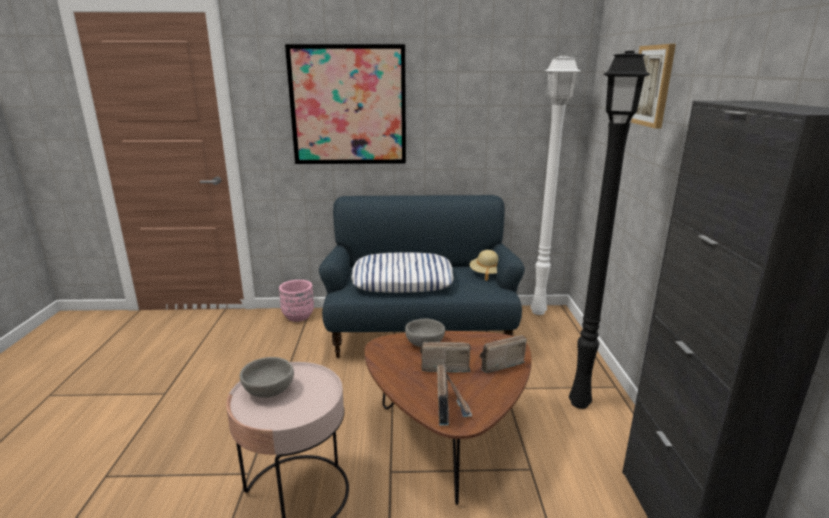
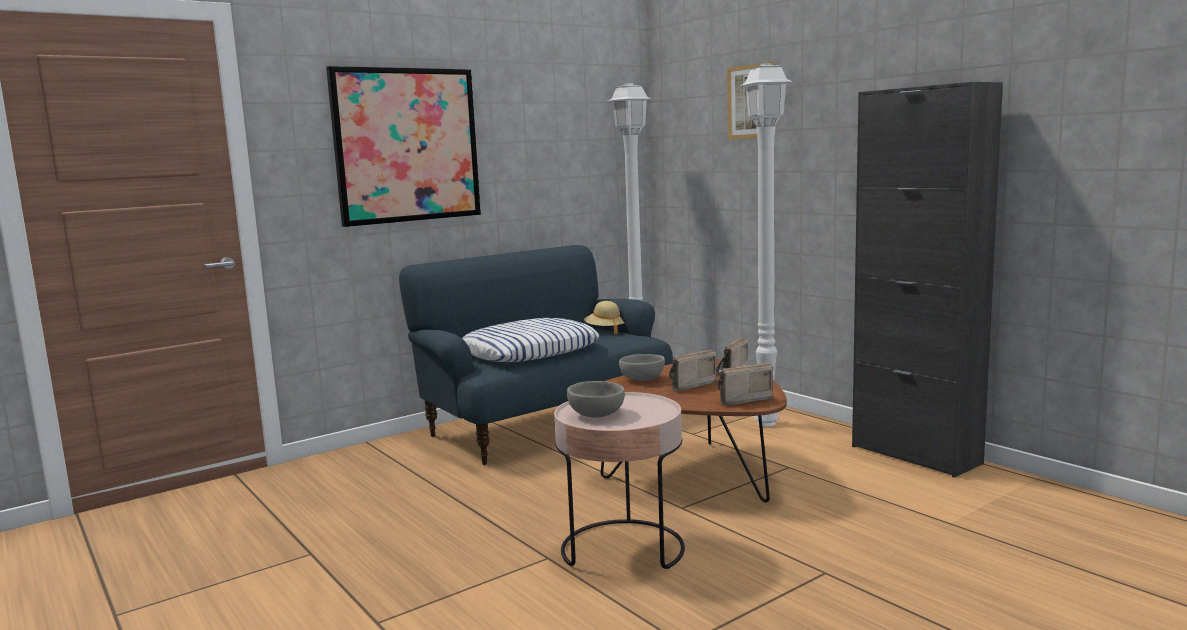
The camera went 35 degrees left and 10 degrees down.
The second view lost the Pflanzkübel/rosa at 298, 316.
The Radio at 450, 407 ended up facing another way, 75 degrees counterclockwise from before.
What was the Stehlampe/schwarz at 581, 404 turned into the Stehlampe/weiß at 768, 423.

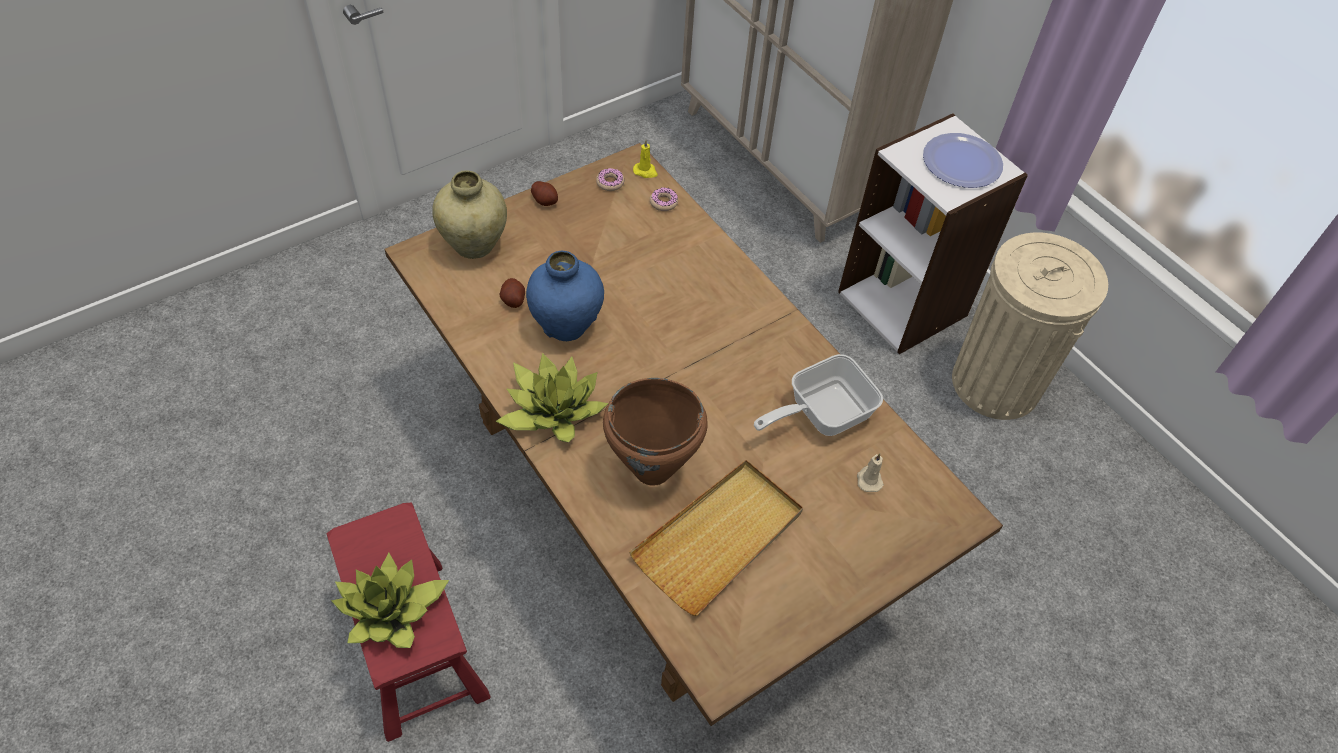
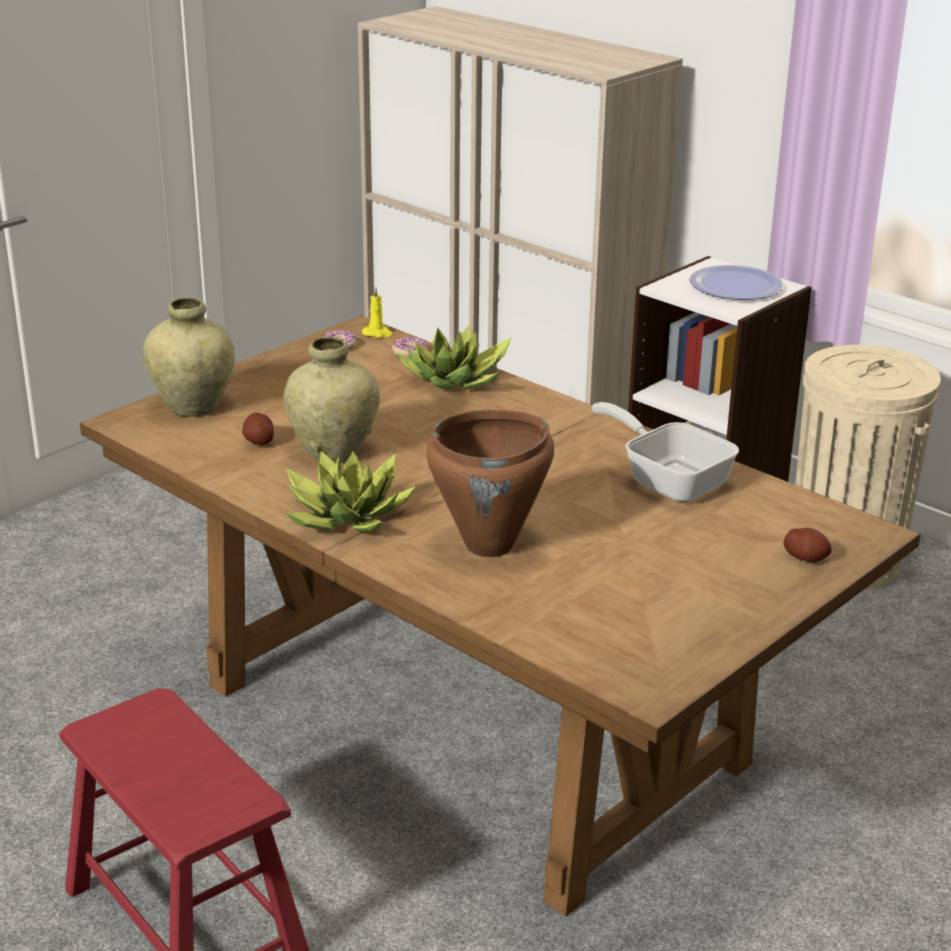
The camera went 10 degrees left and 25 degrees down.
The Topfpflanze ended up elsewhere, having gone from 391, 612 to 457, 380.
What was the Vase/blau at 566, 325 turned into the Vase/beige at 333, 452.
The Kartoffel ended up elsewhere, having gone from 545, 200 to 805, 558.
The second view lost the Tablett/beige at 719, 538.
The Pfanne at 820, 413 ended up facing another way, 90 degrees clockwise from before.
The second view lost the Kerze/beige at 868, 479.

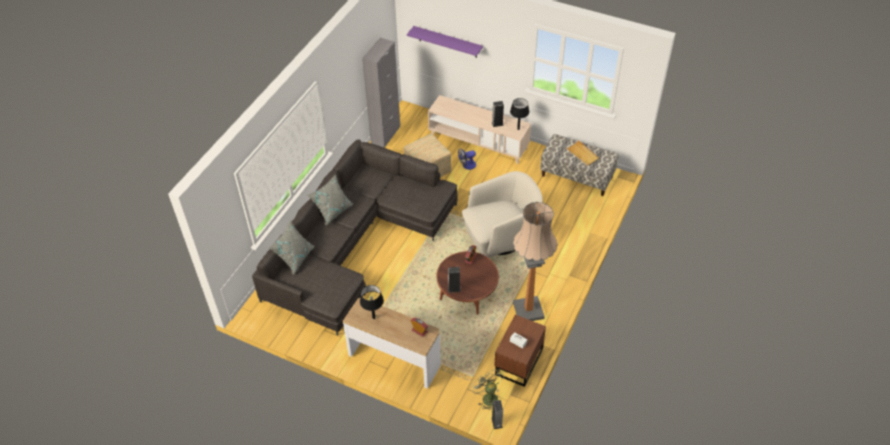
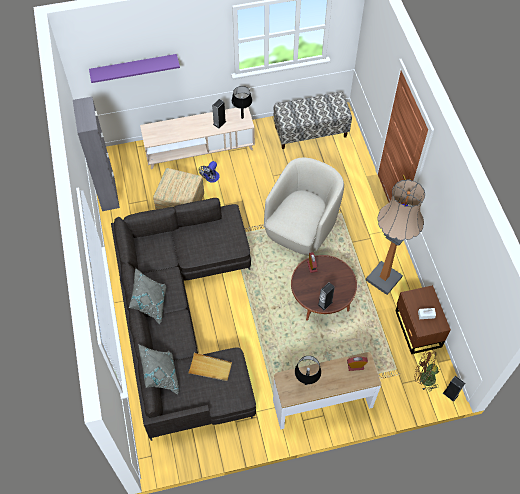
The camera went 40 degrees left and 10 degrees up.
What was the Ventilator/grün at 487, 397 turned into the Ventilator/braun at 423, 378.
The Tablett/beige ended up elsewhere, having gone from 582, 154 to 210, 368.

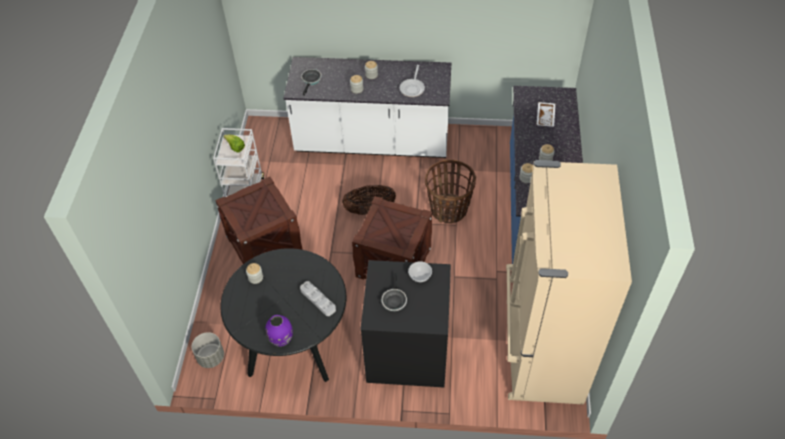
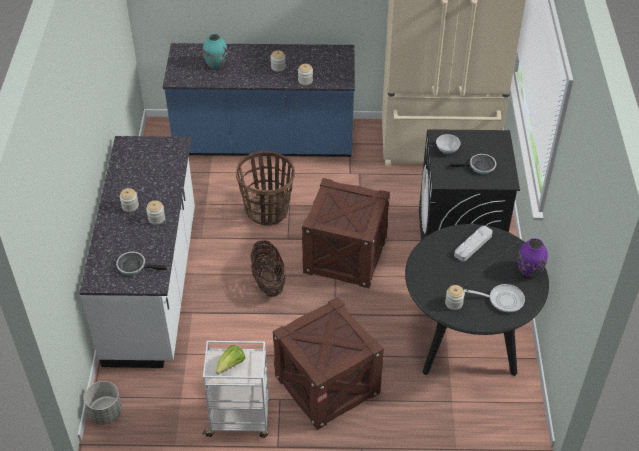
The camera went 95 degrees left and 5 degrees down.
The Pflanzkübel/grau ended up elsewhere, having gone from 211, 357 to 106, 412.
The Pfanne ended up elsewhere, having gone from 412, 88 to 502, 300.
Where the Tablett/weiß stood at 546, 117, the Vase/türkis came to stand at 216, 64.

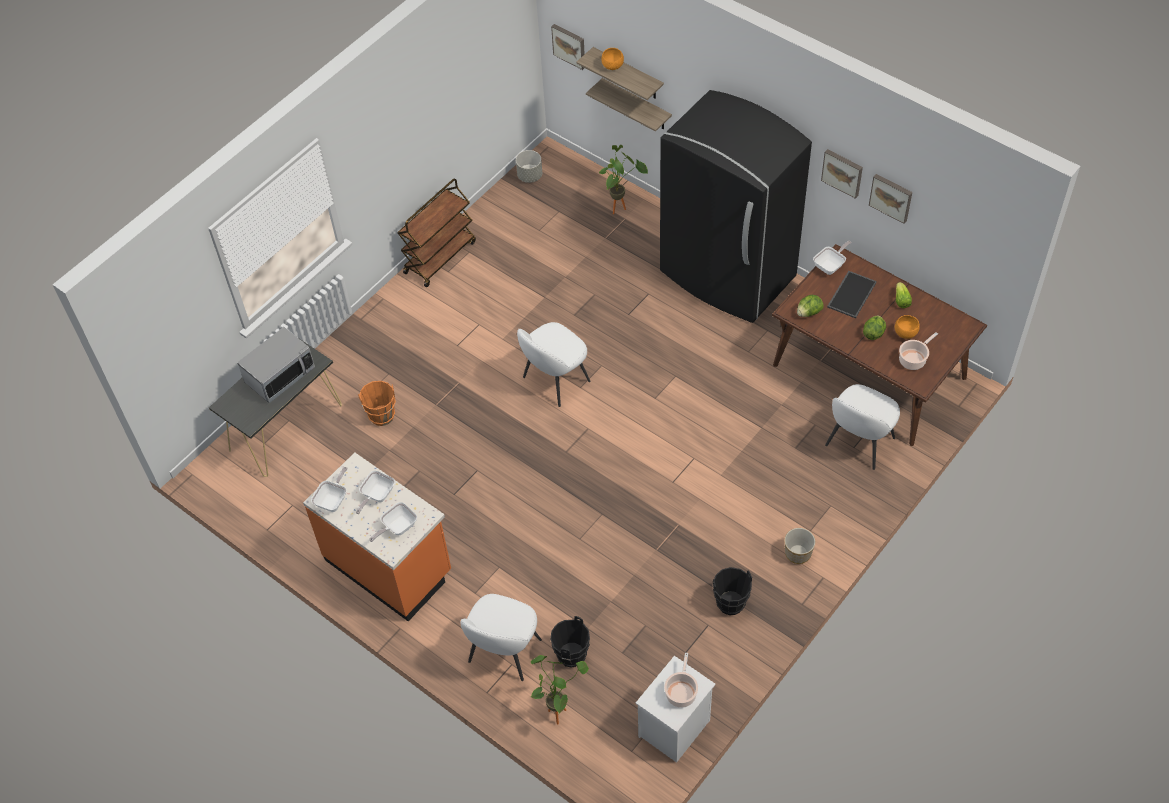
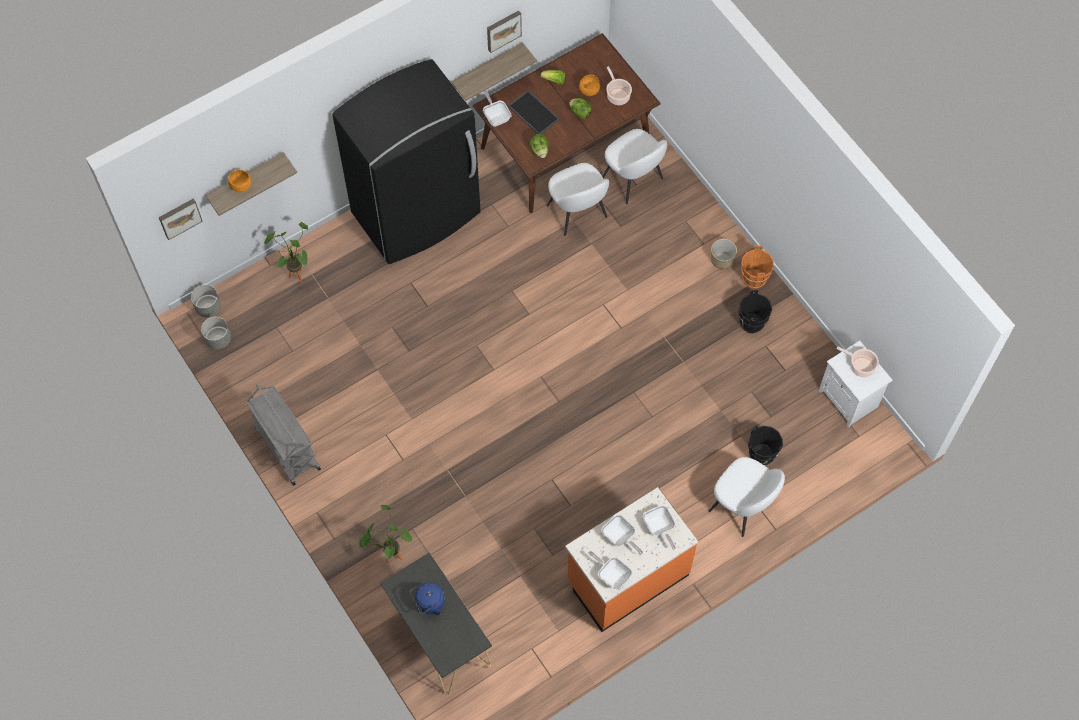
The camera went 75 degrees left and 10 degrees up.
Where the Mikrowelle stood at 280, 375, the Wasserkessel/blau came to stand at 428, 603.
The Eimer/orange ended up elsewhere, having gone from 382, 416 to 753, 279.
What was the Rollwagen/braun at 440, 257 turned into the Rollwagen/grau at 286, 447.
The Stuhl/weiß ended up elsewhere, having gone from 554, 380 to 577, 212.
The Topfpflanze ended up elsewhere, having gone from 558, 710 to 389, 554.
The Wandregal ended up elsewhere, having gone from 636, 105 to 487, 68.
The second view lost the Bild at 843, 172.
The second view gained the Pflanzkübel/grau at 208, 307.

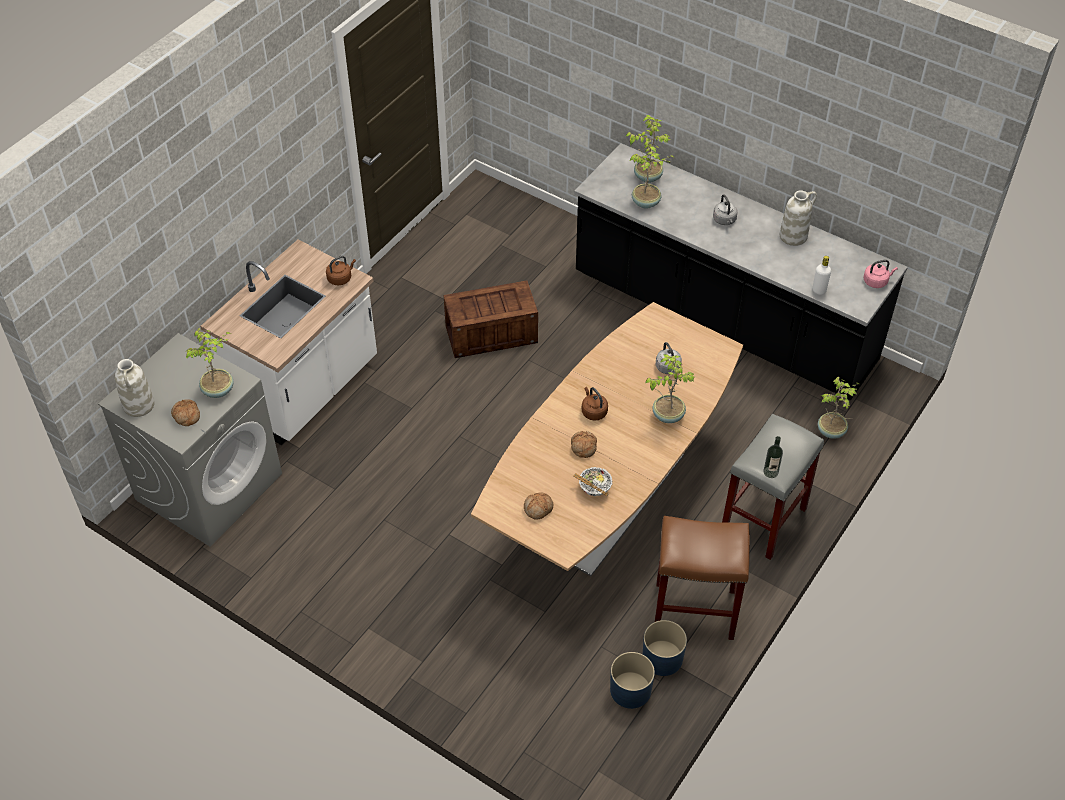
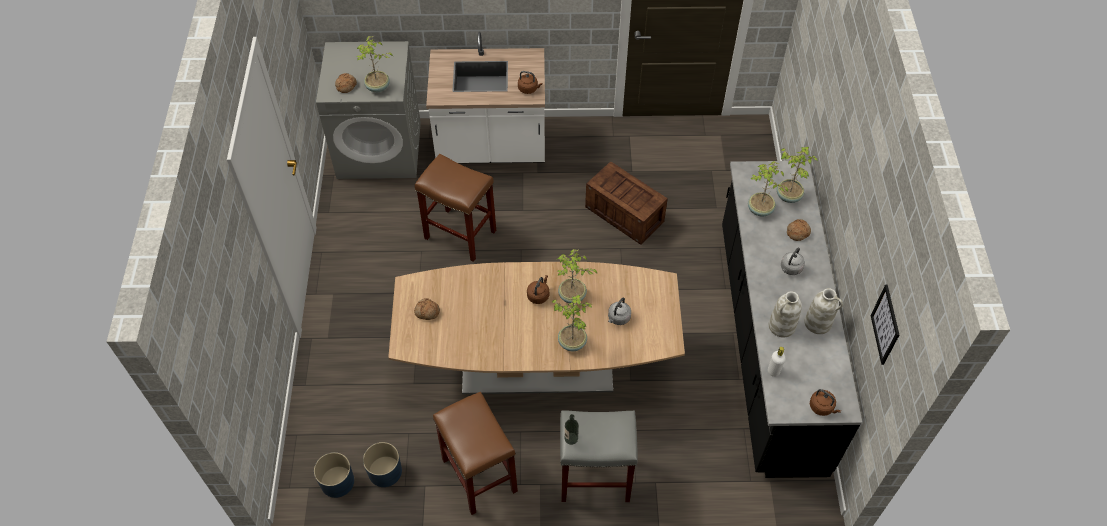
The camera went 55 degrees right and 5 degrees up.
The Vase/weiß ended up elsewhere, having gone from 139, 405 to 781, 326.
The Brot ended up elsewhere, having gone from 583, 447 to 797, 232.
The second view lost the Schüssel at 594, 489.
The Pflanzkübel/blau ended up elsewhere, having gone from 662, 658 to 337, 481.
The Topfpflanze ended up elsewhere, having gone from 832, 431 to 572, 296.
What was the Wasserkessel/rosa at 876, 281 turned into the Wasserkessel/braun at 822, 407.
The second view gained the Hocker/braun at 461, 234.
The second view gained the Bild at 885, 324.

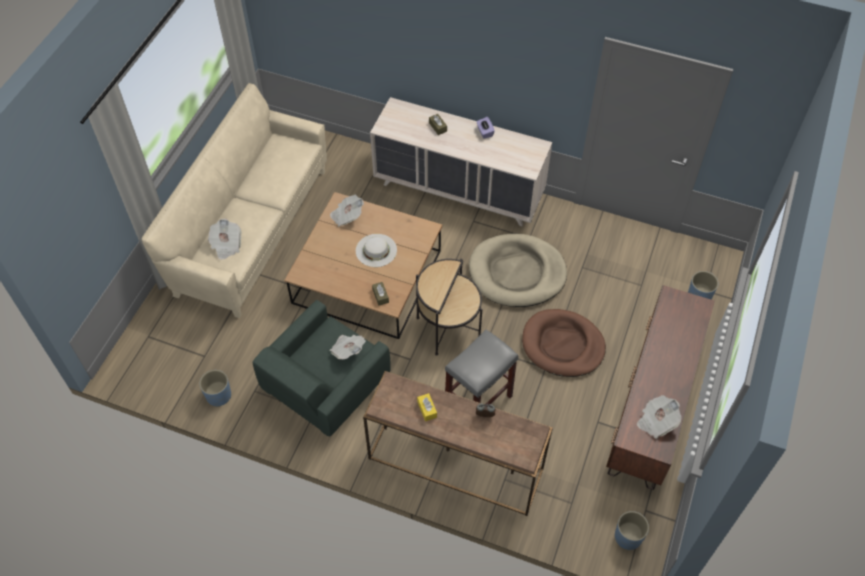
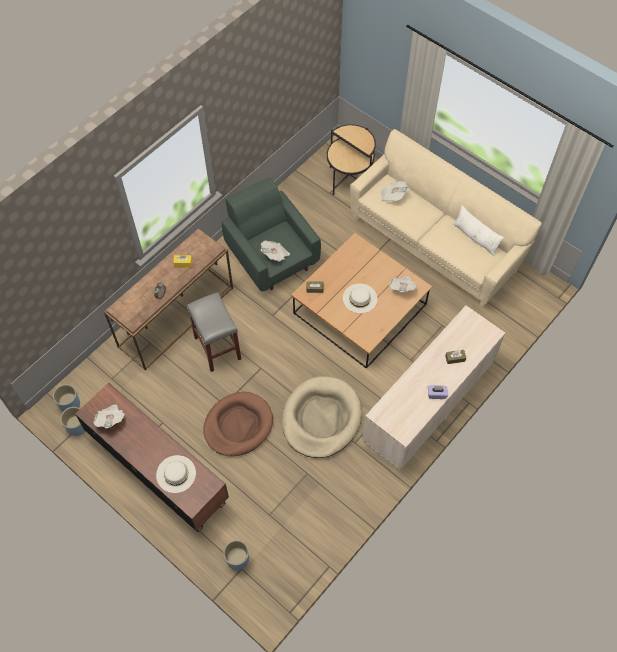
The camera went 110 degrees right and 5 degrees up.
The Pflanzkübel/blau ended up elsewhere, having gone from 218, 395 to 77, 426.
The Beistelltisch ended up elsewhere, having gone from 448, 327 to 349, 179.
The second view gained the Hut/weiß at 176, 474.
The second view gained the Kissen/weiß at 475, 238.

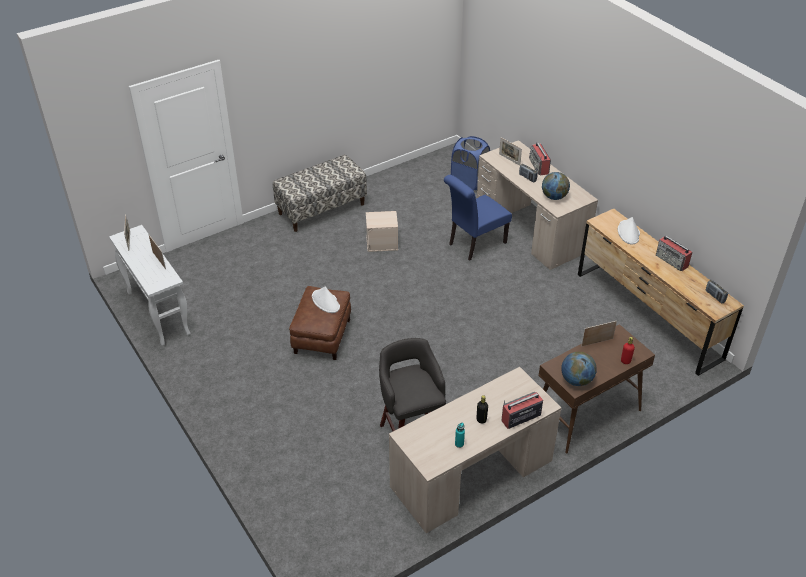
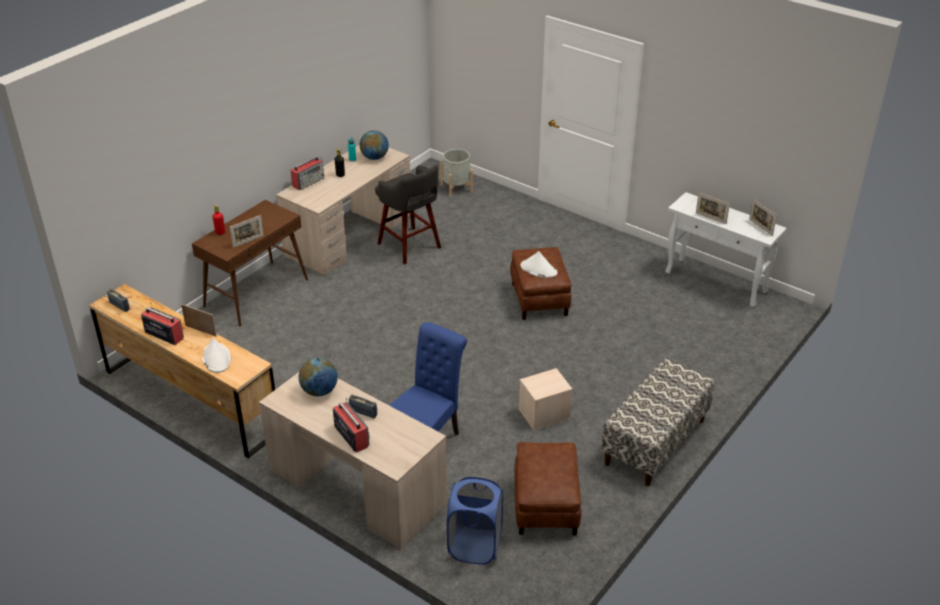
The camera went 160 degrees right and 5 degrees down.
The Bilderrahmen ended up elsewhere, having gone from 509, 159 to 200, 331.
The Globus ended up elsewhere, having gone from 576, 380 to 374, 157.
The second view gained the Pflanzkübel/grau at 456, 188.
The second view gained the Polsterhocker/braun at 545, 506.

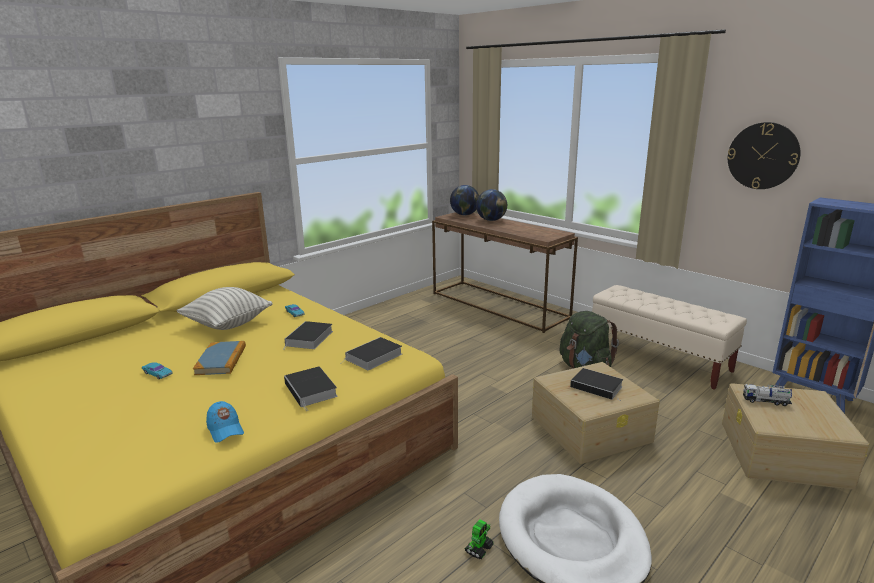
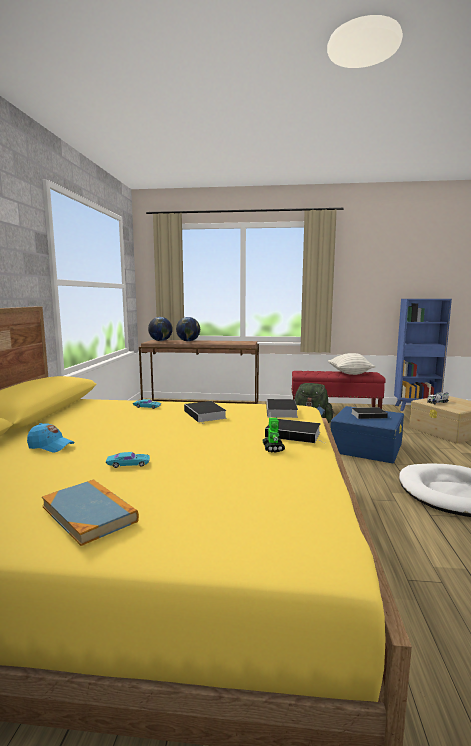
The camera went 40 degrees left and 10 degrees down.
The Kissen ended up elsewhere, having gone from 228, 324 to 350, 374.
The Buch ended up elsewhere, having gone from 221, 360 to 89, 514.
The Kappe/blau ended up elsewhere, having gone from 225, 429 to 50, 446.
The Spielzeugroboter ended up elsewhere, having gone from 479, 549 to 273, 448.
What was the Aufbewahrungsbox/beige at 591, 428 turned into the Aufbewahrungsbox/blau at 366, 447.
What was the Bank/beige at 659, 359 turned into the Bank/rot at 335, 411.
The second view lost the Wanduhr at 763, 156.

